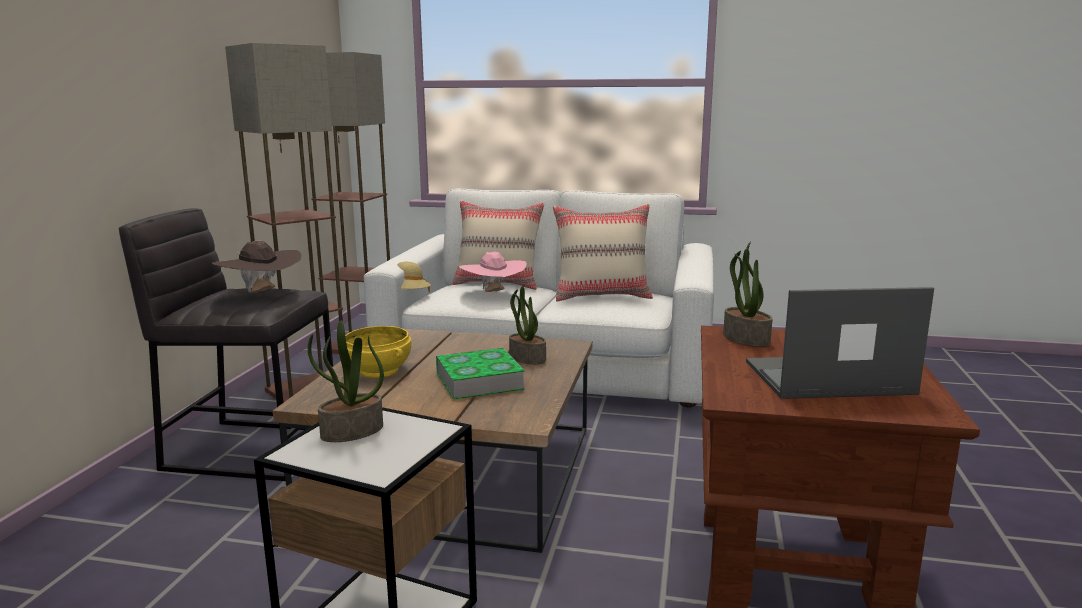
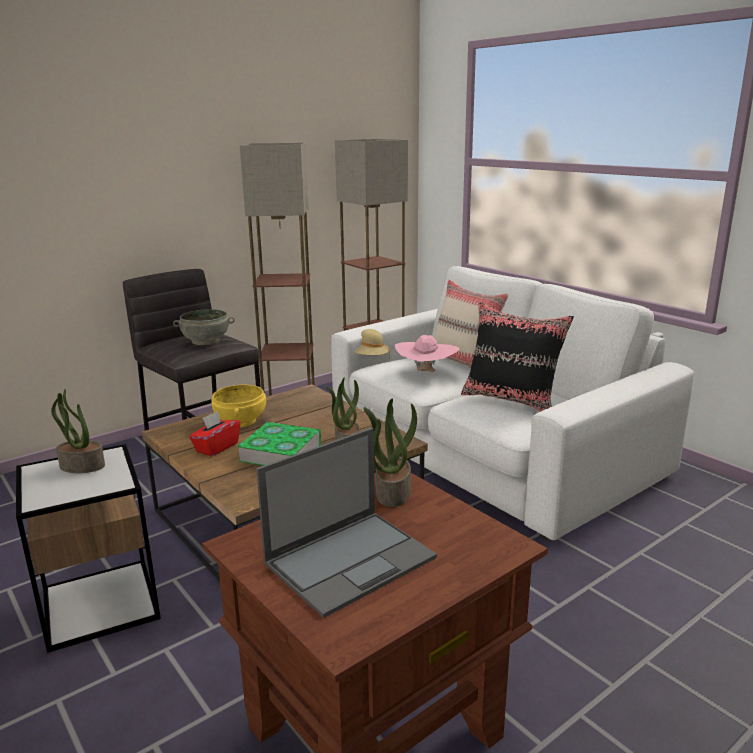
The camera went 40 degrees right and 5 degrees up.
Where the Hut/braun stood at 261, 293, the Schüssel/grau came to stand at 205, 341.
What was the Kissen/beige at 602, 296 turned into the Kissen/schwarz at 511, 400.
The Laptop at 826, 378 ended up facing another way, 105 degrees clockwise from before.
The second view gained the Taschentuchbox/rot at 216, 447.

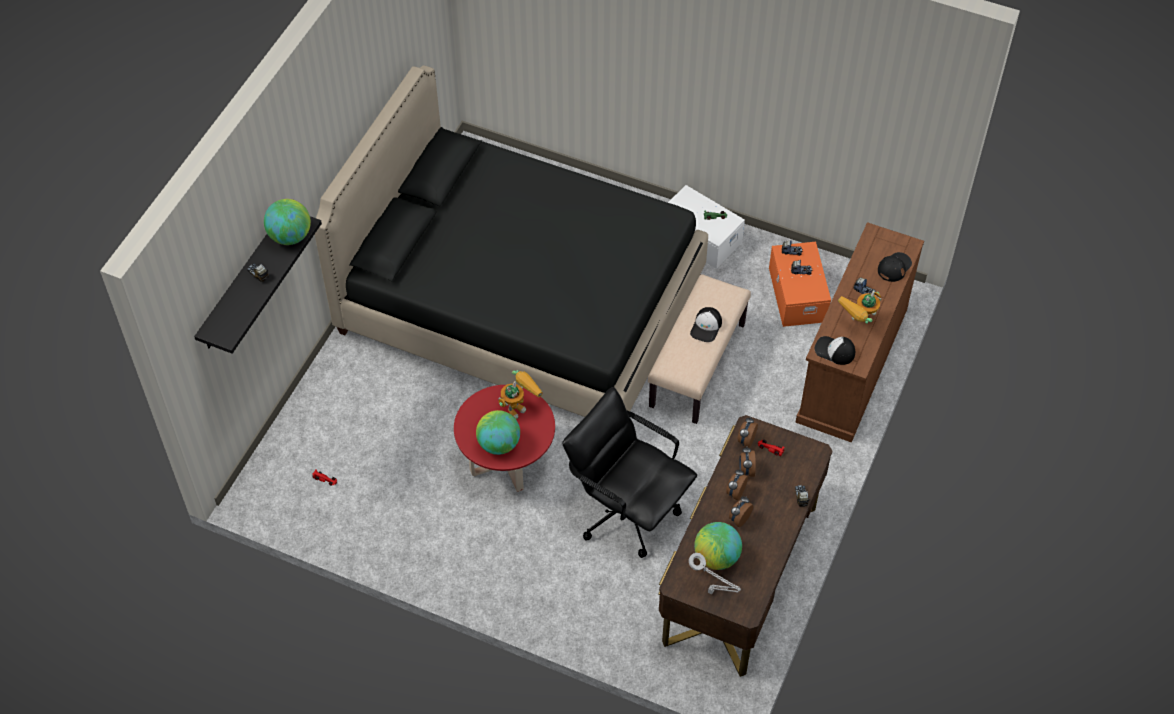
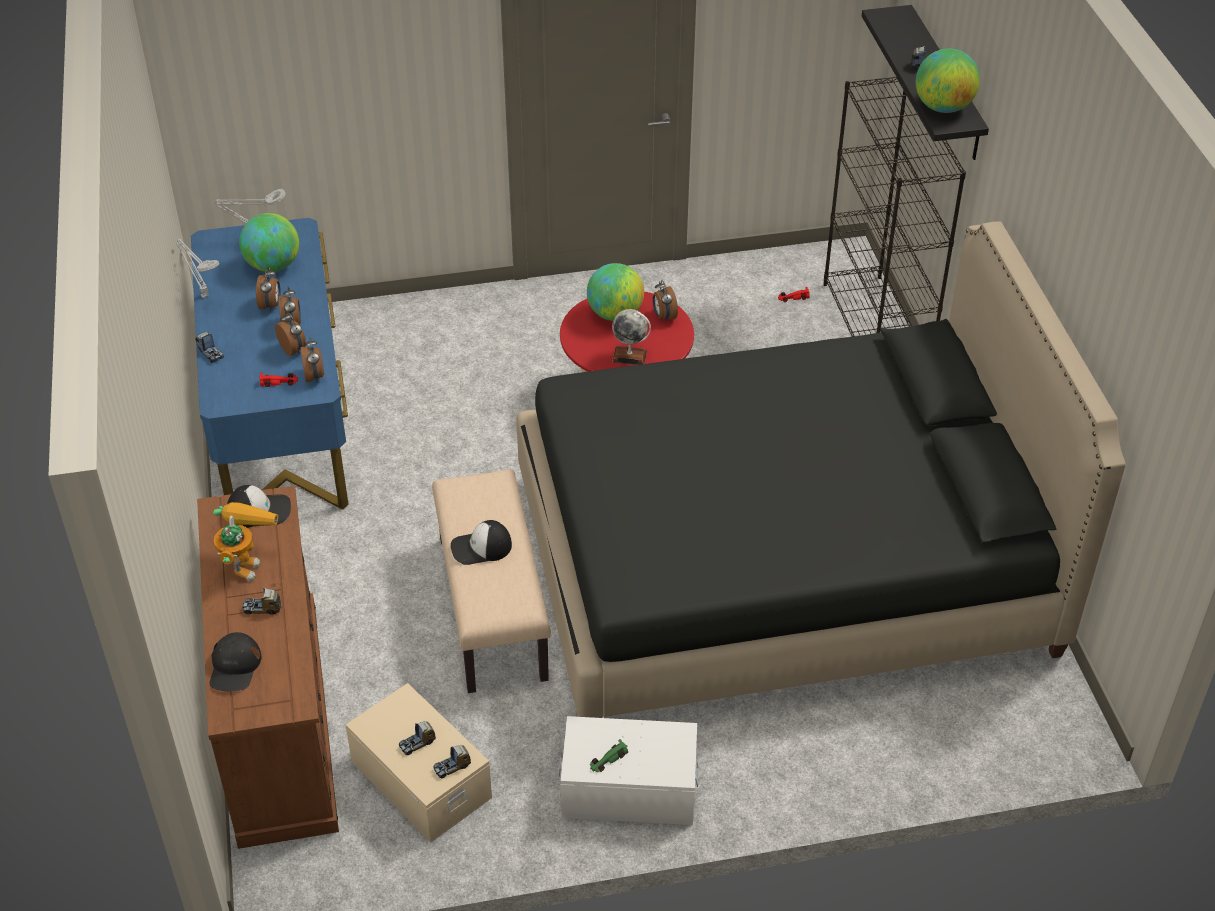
The camera went 145 degrees right and 10 degrees down.
Where the Spielzeugroboter stood at 519, 405, the Globus came to stand at 629, 356.
The second view lost the Bürostuhl/schwarz at 627, 511.
What was the Schreibtisch/braun at 740, 574 turned into the Schreibtisch/blau at 281, 422.
The Kappe at 706, 327 ended up facing another way, 90 degrees counterclockwise from before.
What was the Aufbewahrungsbox/orange at 796, 295 turned into the Aufbewahrungsbox/beige at 422, 778.
The second view gained the Tischlampe/grau at 203, 295.
The second view gained the Wecker at 664, 316.
The second view gained the Bücherregal/schwarz at 876, 330.

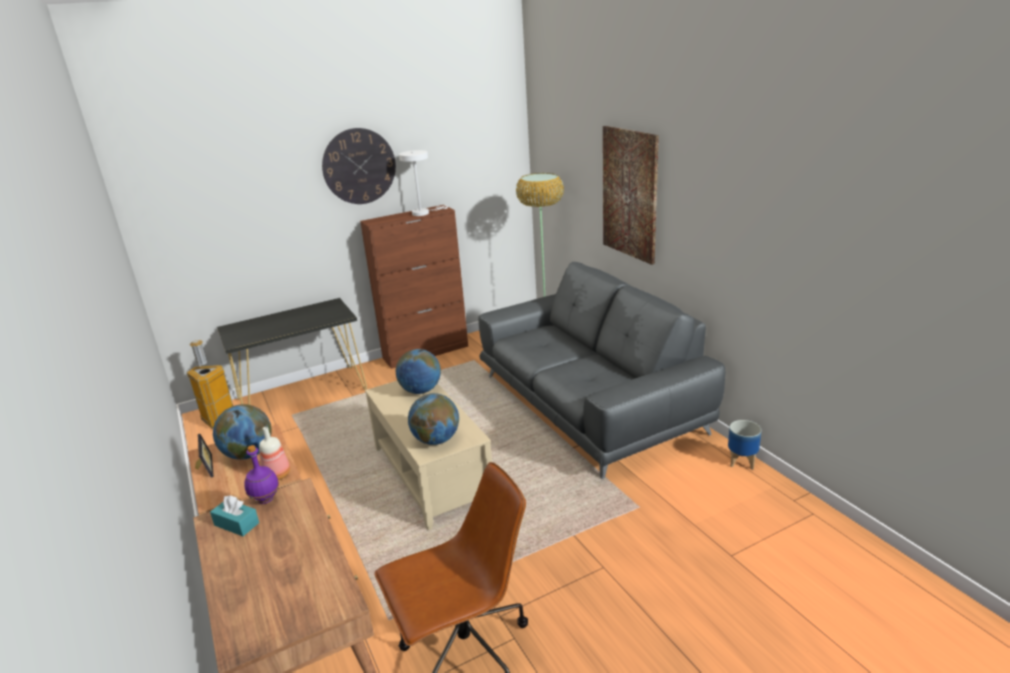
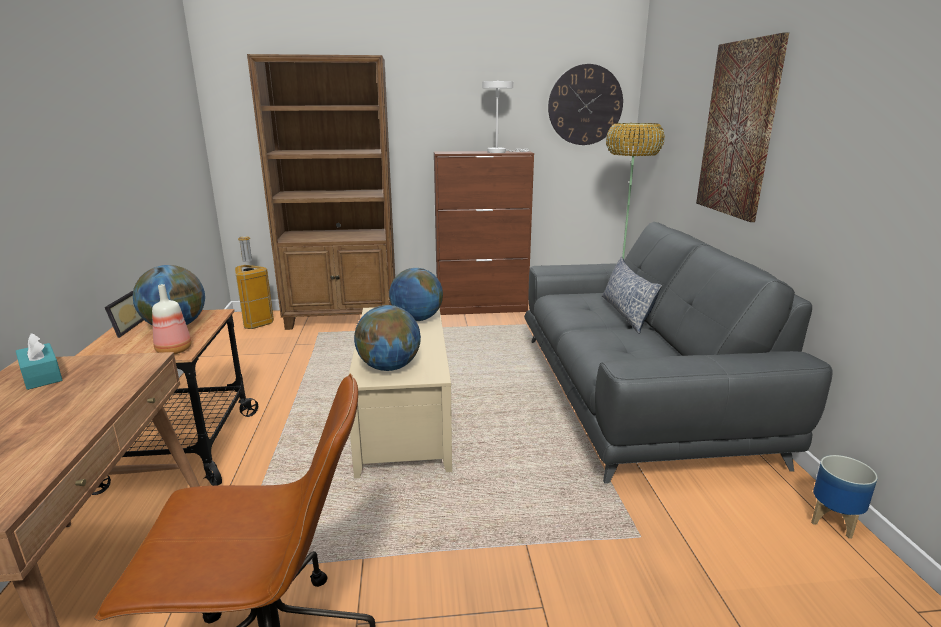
The camera went 20 degrees right and 5 degrees down.
Where the Konsolentisch/schwarz stood at 303, 394, the Bücherregal/braun came to stand at 343, 318.
The second view lost the Flasche/lila at 265, 499.
The Wanduhr ended up elsewhere, having gone from 359, 166 to 585, 105.
The second view gained the Kissen at 625, 313.

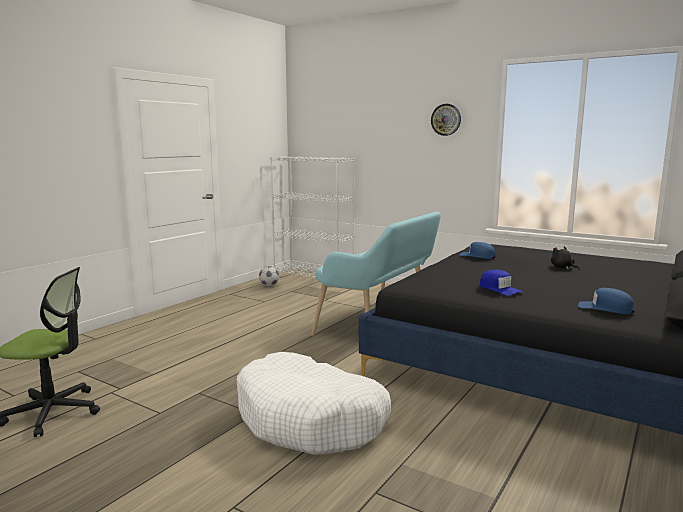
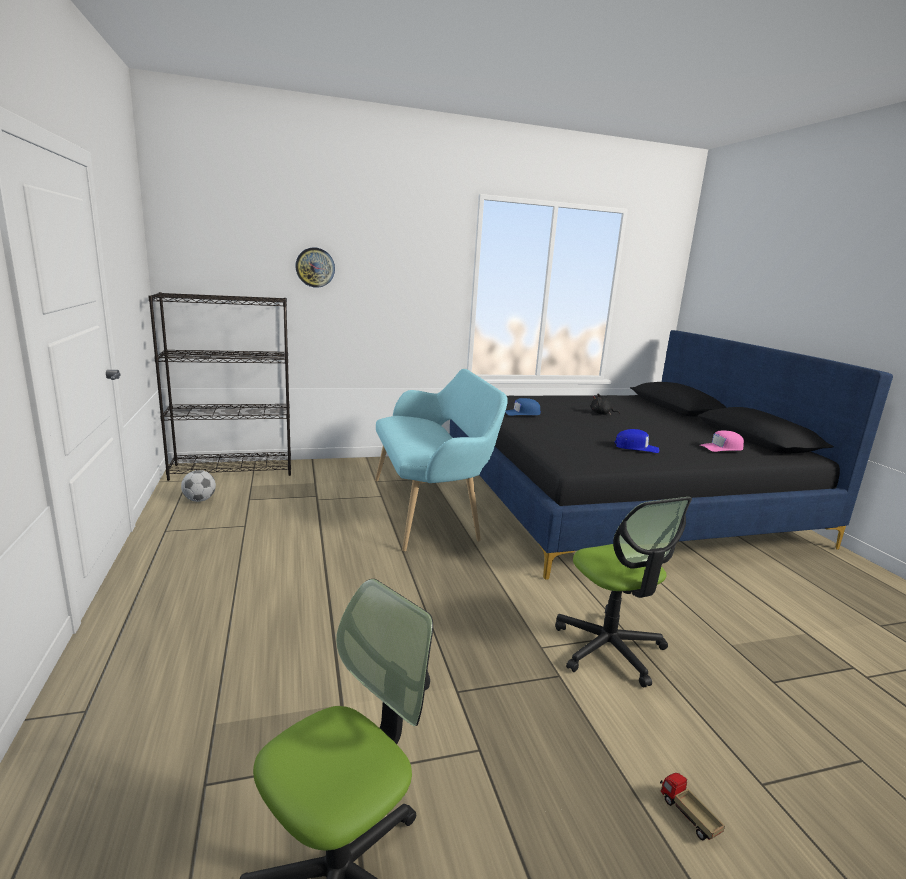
The camera went 50 degrees left and 5 degrees up.
Where the Hundebett/weiß stood at 311, 420, the Bürostuhl came to stand at 609, 649.
What was the Bücherregal/weiß at 314, 276 turned into the Bücherregal/schwarz at 233, 470.
The Wanduhr ended up elsewhere, having gone from 446, 119 to 315, 267.
What was the Kappe/blau at 605, 308 turned into the Kappe/rosa at 722, 448.
The second view gained the Spielzeuglaster at 687, 816.

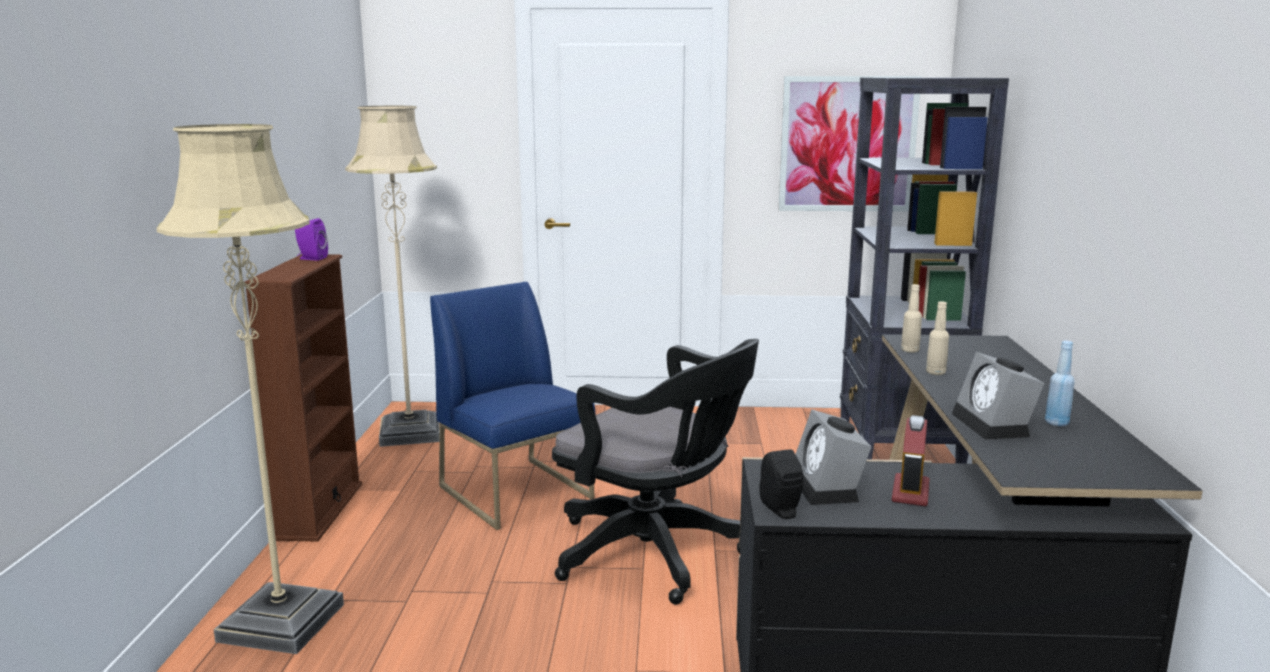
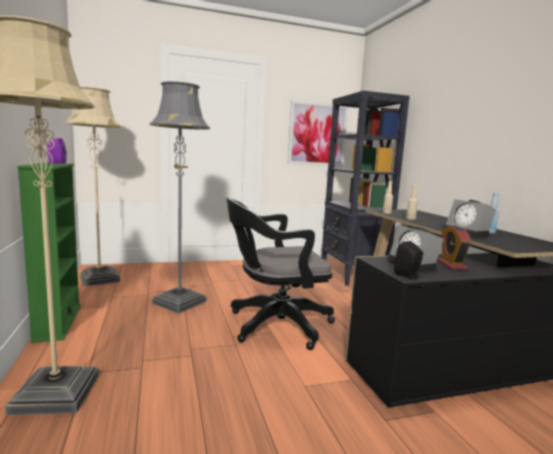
The camera went 20 degrees left and 5 degrees down.
What was the Bücherregal/braun at 320, 511 turned into the Bücherregal/grün at 58, 322.
Where the Stuhl/blau stood at 517, 492, the Stehlampe/grau came to stand at 179, 302.
The Bürostuhl/schwarz at 656, 555 ended up facing another way, 150 degrees clockwise from before.

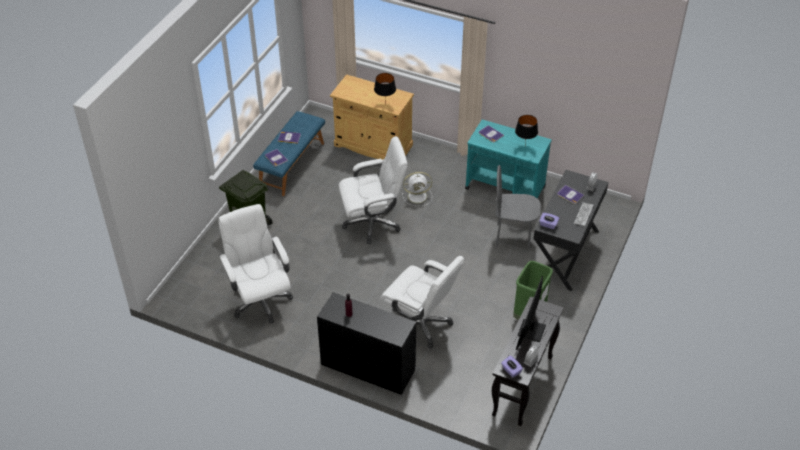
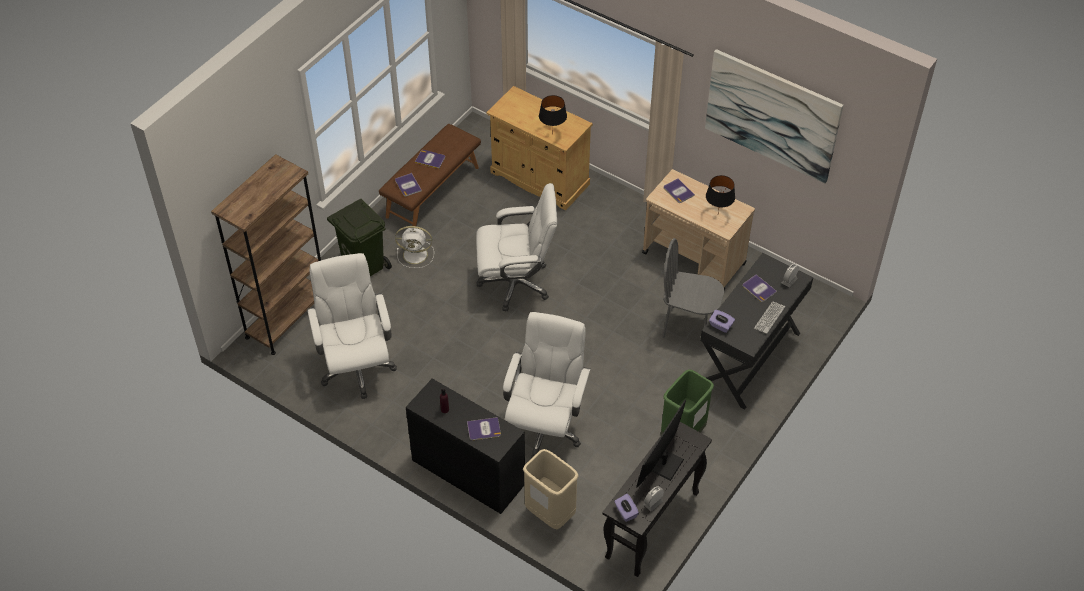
The camera went 10 degrees right and 5 degrees up.
What was the Bank/blau at 291, 165 turned into the Bank/braun at 432, 191.
The Bürostuhl/weiß at 420, 324 ended up facing another way, 120 degrees counterclockwise from before.
The Ventilator/weiß ended up elsewhere, having gone from 418, 196 to 416, 254.
What was the Rollwagen/türkis at 505, 188 turned into the Rollwagen/beige at 694, 259.
The second view gained the Bücherregal/braun at 287, 318.
The second view gained the Buch at 484, 429.
The second view gained the Mülleimer/beige at 550, 514.
The second view gained the Bild at 772, 115.

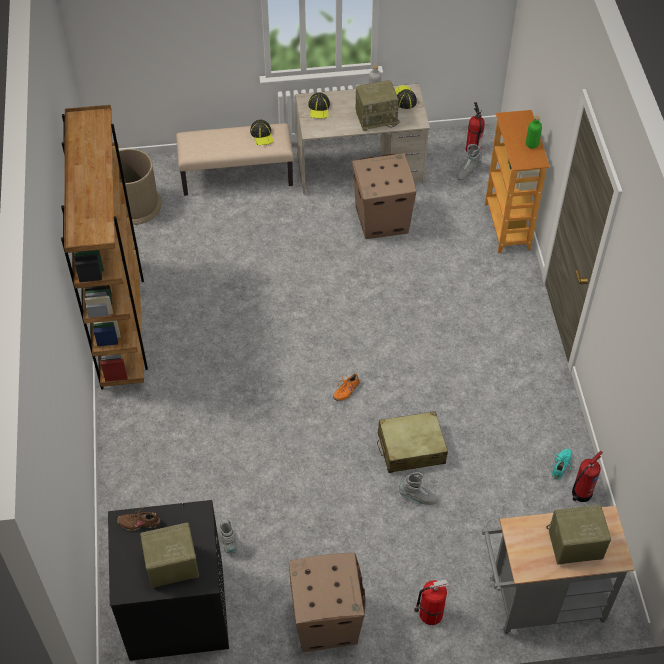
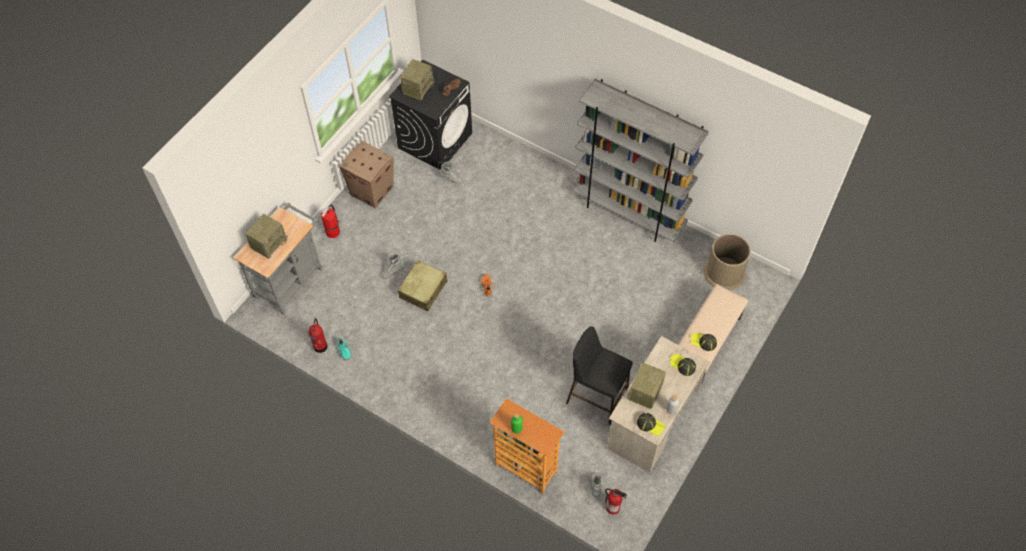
The camera went 130 degrees right and 5 degrees up.
What was the Bücherregal/braun at 122, 325 turned into the Bücherregal/grau at 628, 213.
Where the Karton stood at 380, 220, the Hocker/schwarz came to stand at 596, 397.

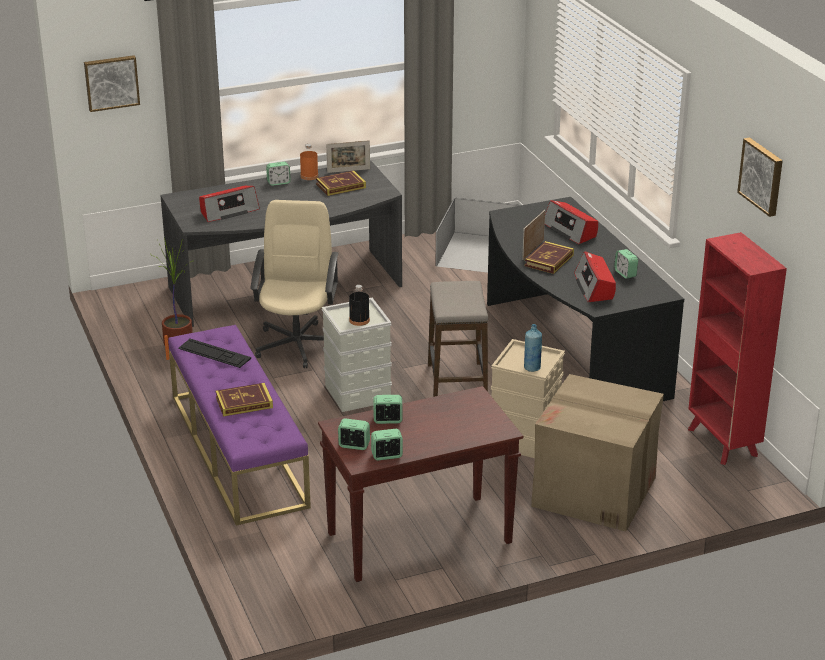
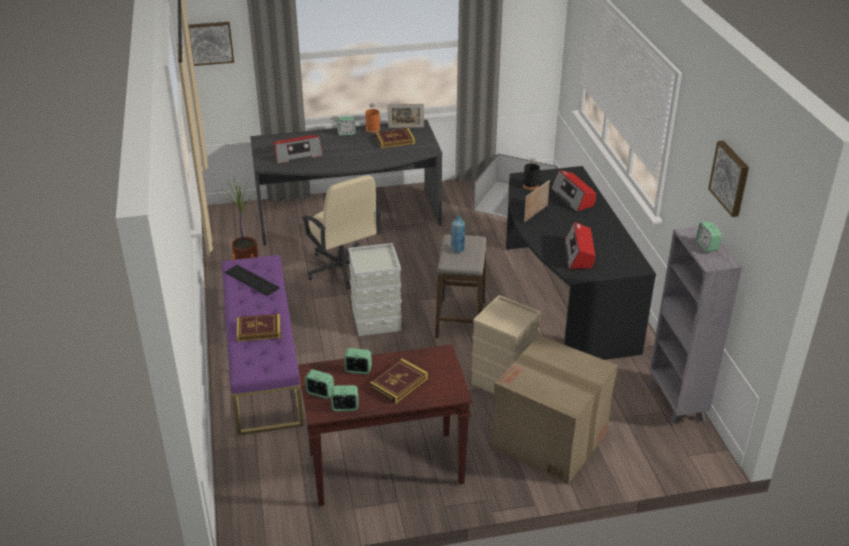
The camera went 10 degrees right and 5 degrees up.
The Bürostuhl/beige at 298, 344 ended up facing another way, 135 degrees clockwise from before.
The Flasche/schwarz ended up elsewhere, having gone from 359, 320 to 530, 186.
The Flasche/blau ended up elsewhere, having gone from 532, 368 to 457, 249.
The Buch ended up elsewhere, having gone from 549, 260 to 399, 383.
The Wecker ended up elsewhere, having gone from 625, 273 to 706, 246.
What was the Bücherregal/rot at 723, 443 turned into the Bücherregal/grau at 675, 404.

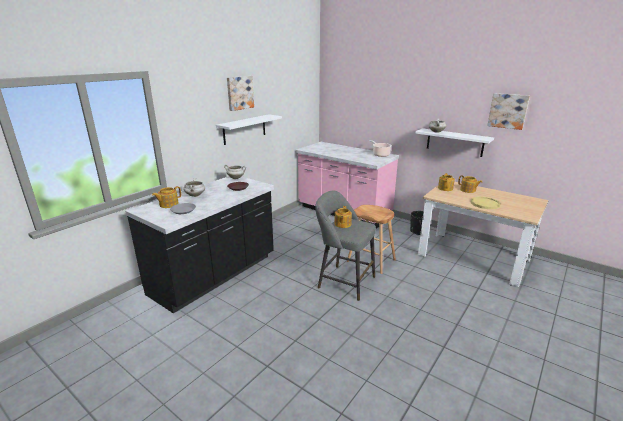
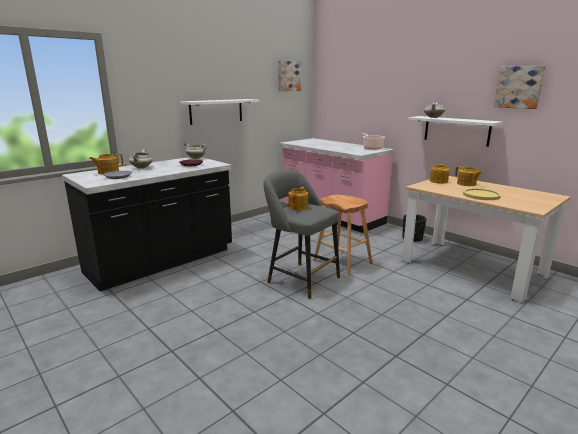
The camera went 10 degrees right and 5 degrees down.
The Bild ended up elsewhere, having gone from 239, 92 to 288, 76.

